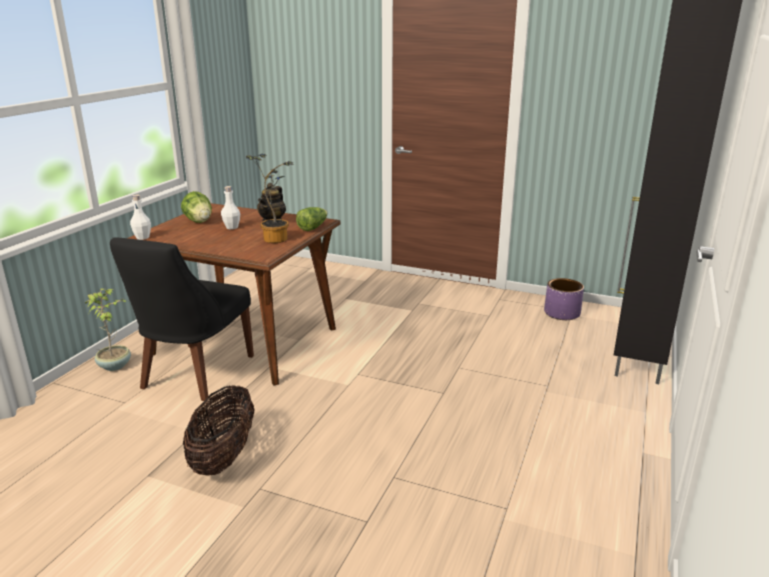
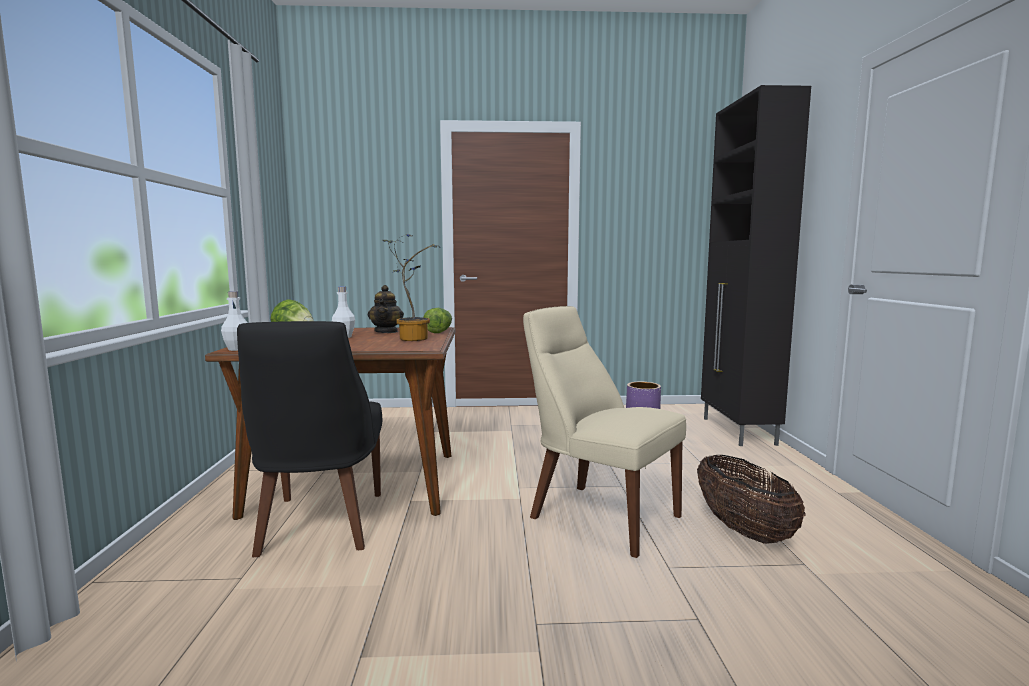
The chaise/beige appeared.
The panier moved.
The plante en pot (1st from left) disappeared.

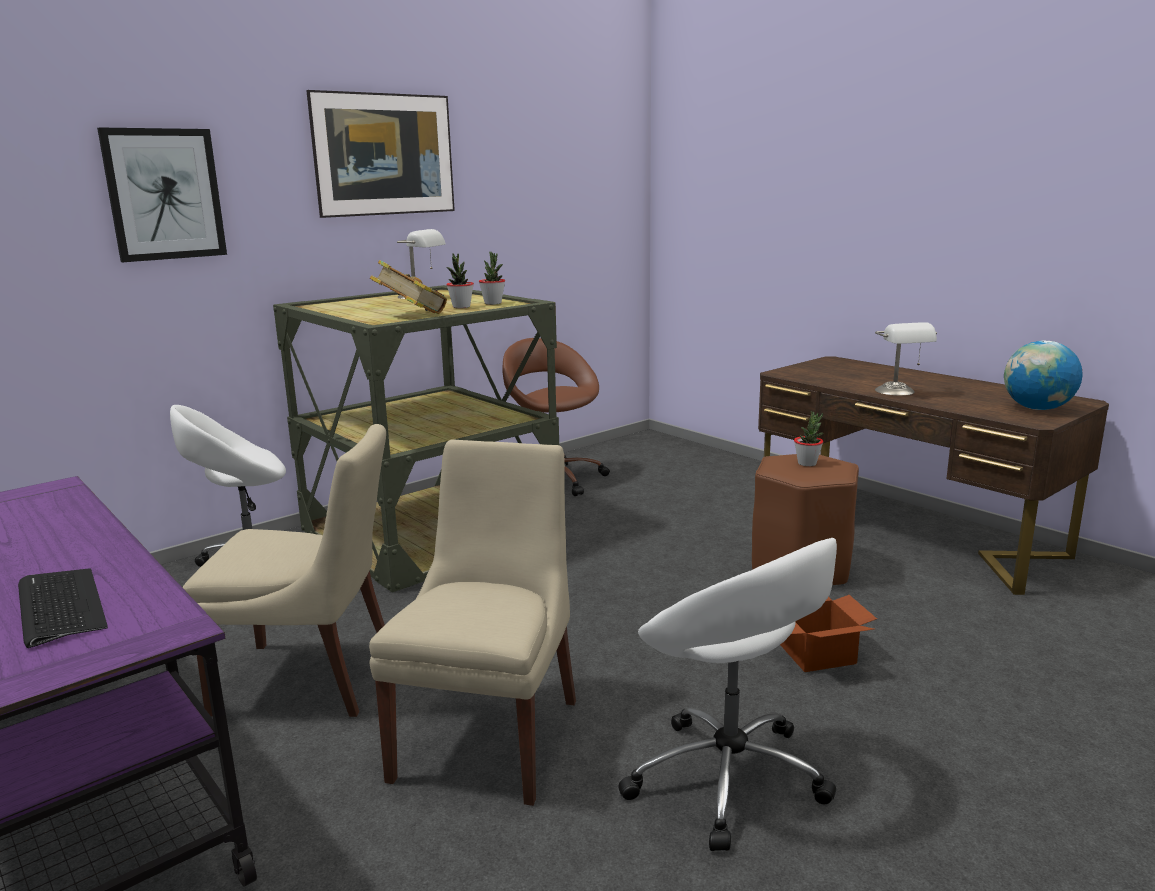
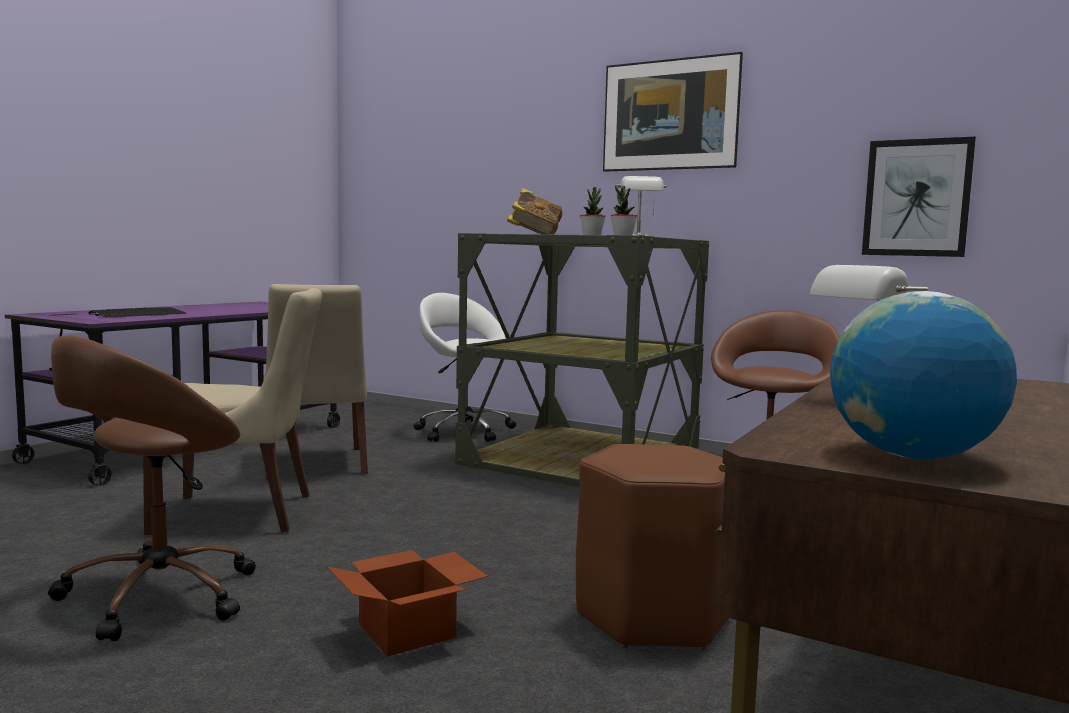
The chaise de bureau/blanc (2nd from left) became the chaise de bureau/marron (1st from left).
The tableau (1st from left in the first image) moved.
The plante en pot (3rd from left) disappeared.

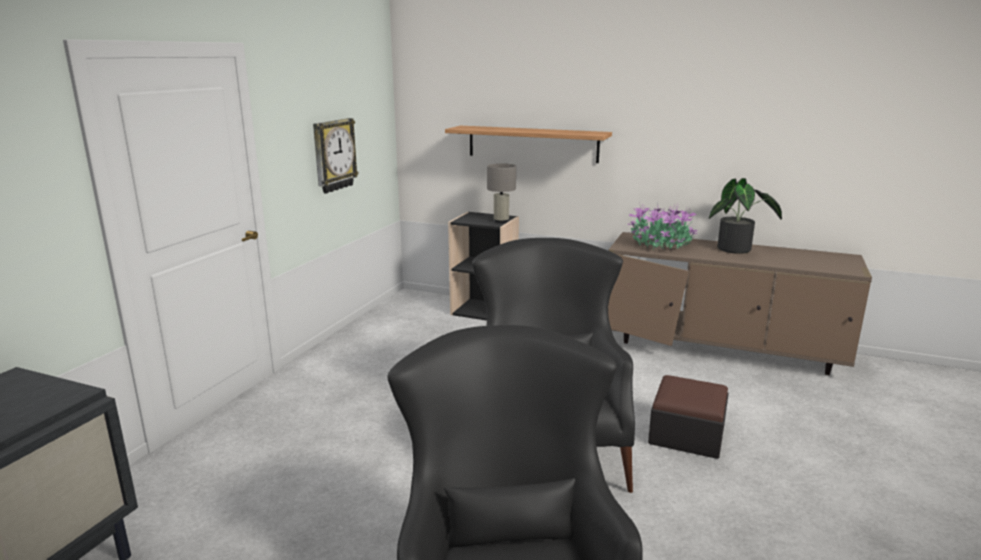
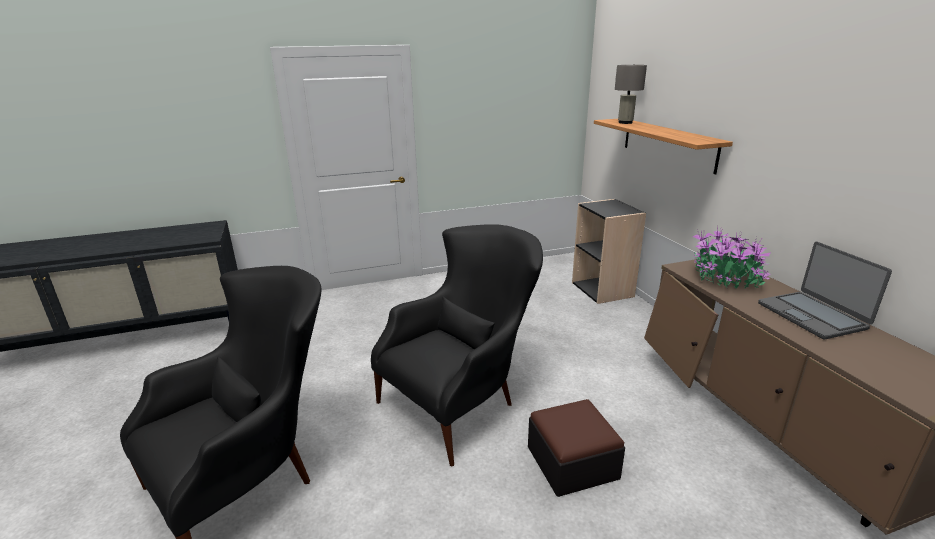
The lampe de table/gris moved.
The plante en pot (2nd from left) was replaced by the ordinateur portable.
The horloge murale disappeared.

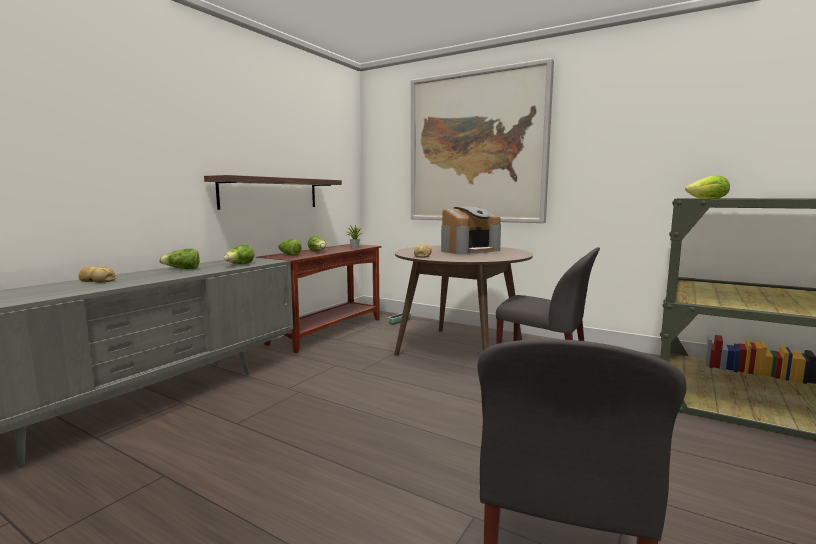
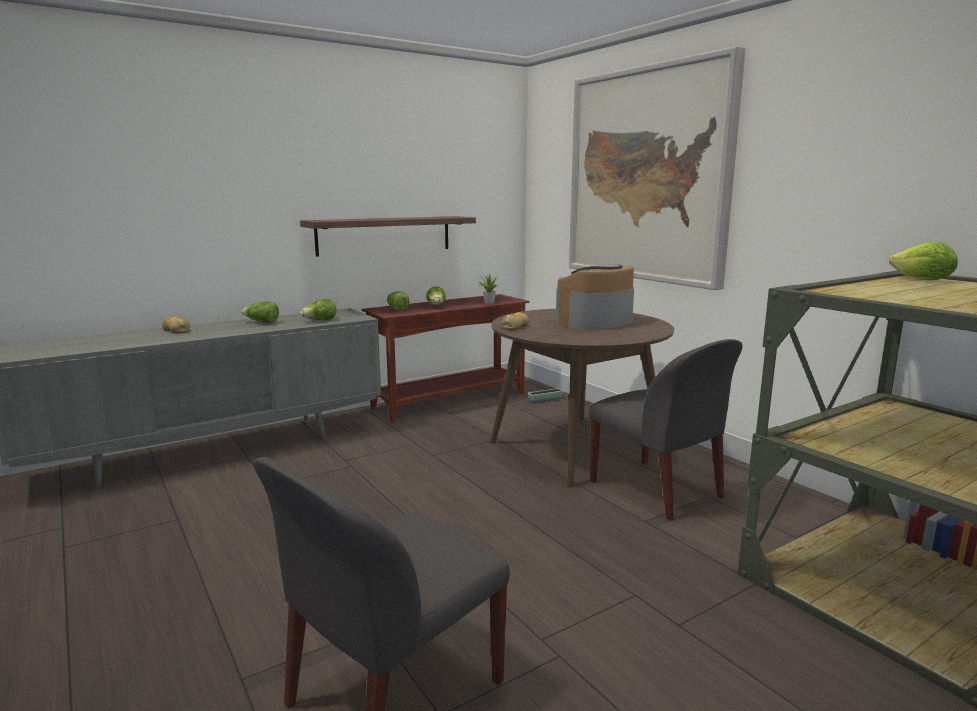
The machine à café turned 150 degrees clockwise.

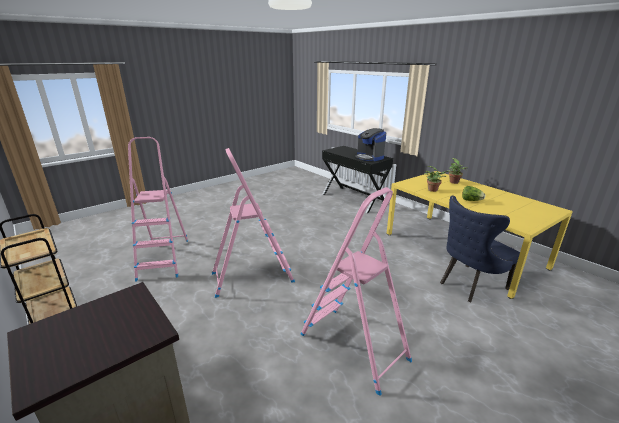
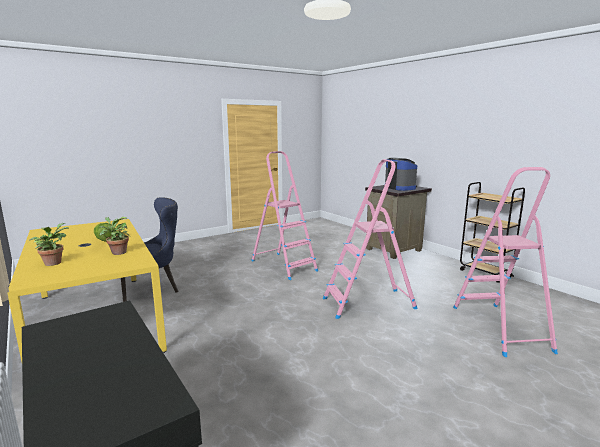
The machine à café moved.

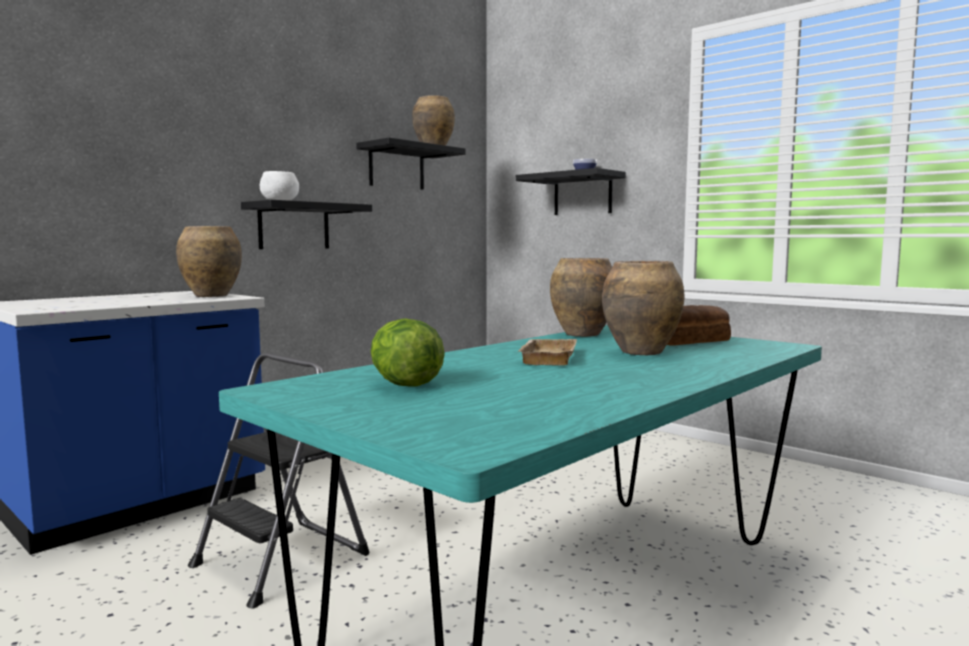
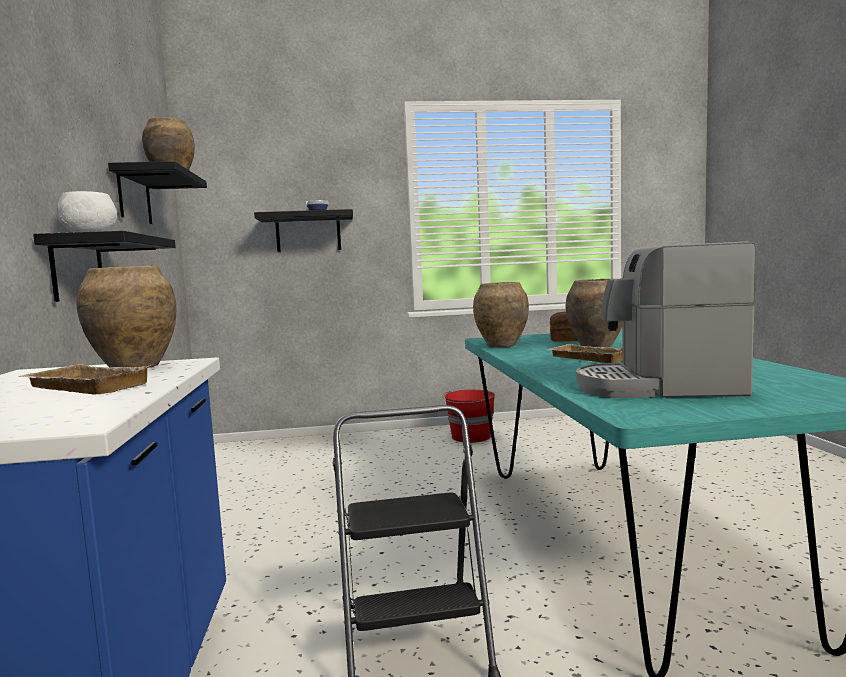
The plateau/beige (1st from left) appeared.
The seau/rouge appeared.
The laitue was replaced by the machine à café.

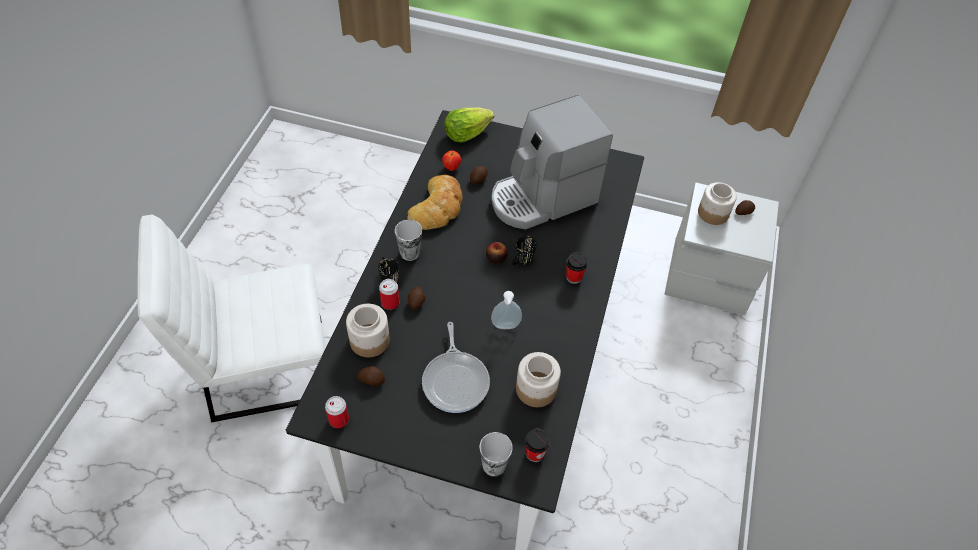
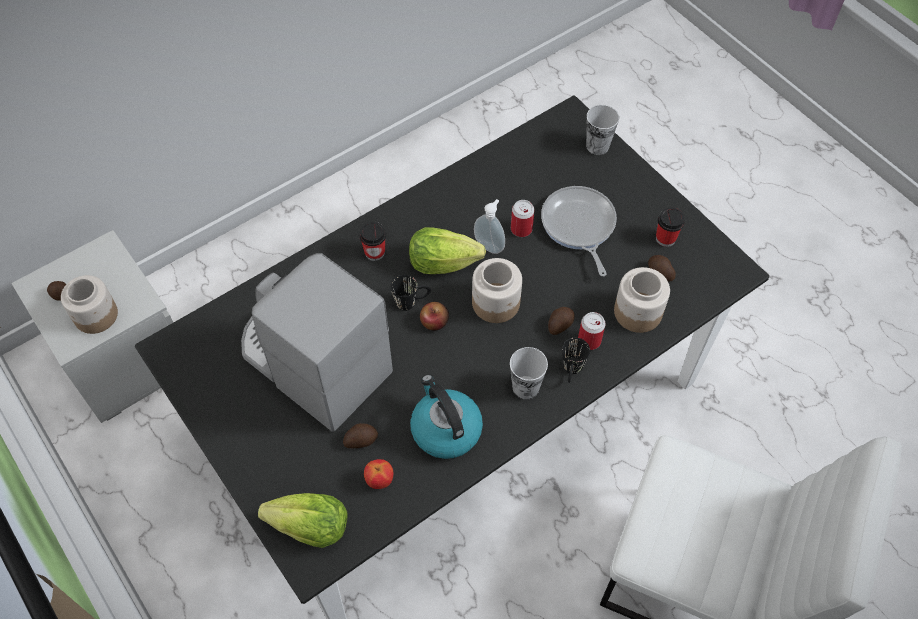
The machine à café turned 150 degrees counterclockwise.
The laitue (2nd from left) appeared.
The pain was replaced by the bouilloire.
The bocal (2nd from left) moved.
The boîte métallique (1st from left) moved.
The poêle turned 45 degrees counterclockwise.
The tasse (3rd from left in the first image) moved.

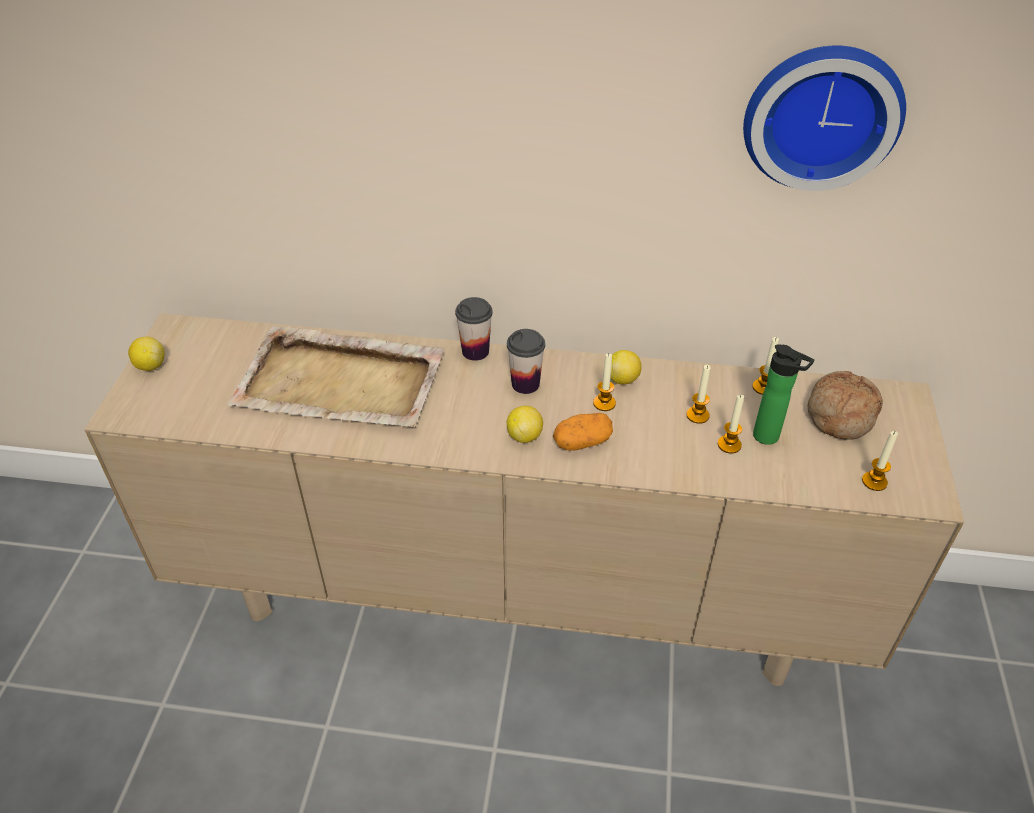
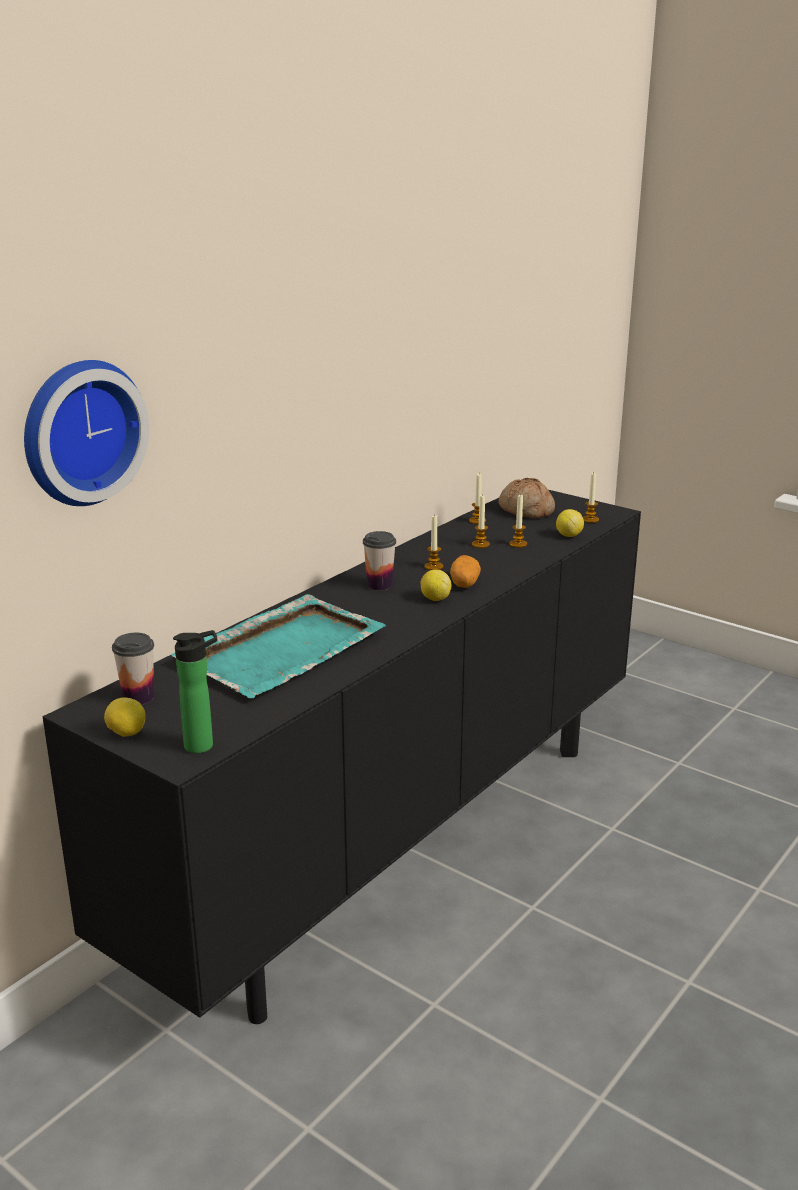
The horloge murale moved.
The meuble de rangement/beige became the meuble de rangement/noir.
The tasse (1st from left) moved.
The plateau/beige became the plateau/turquoise.
The bouteille moved.
The citron (3rd from left) moved.

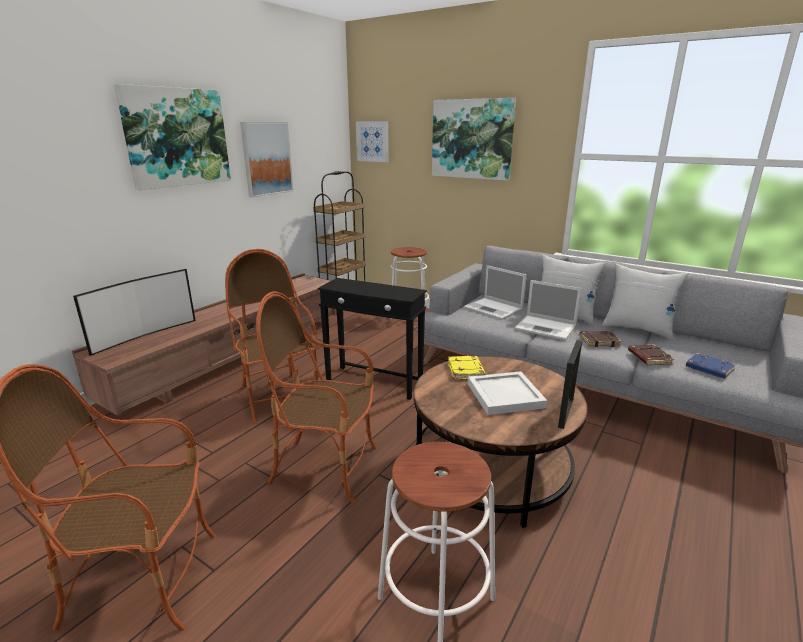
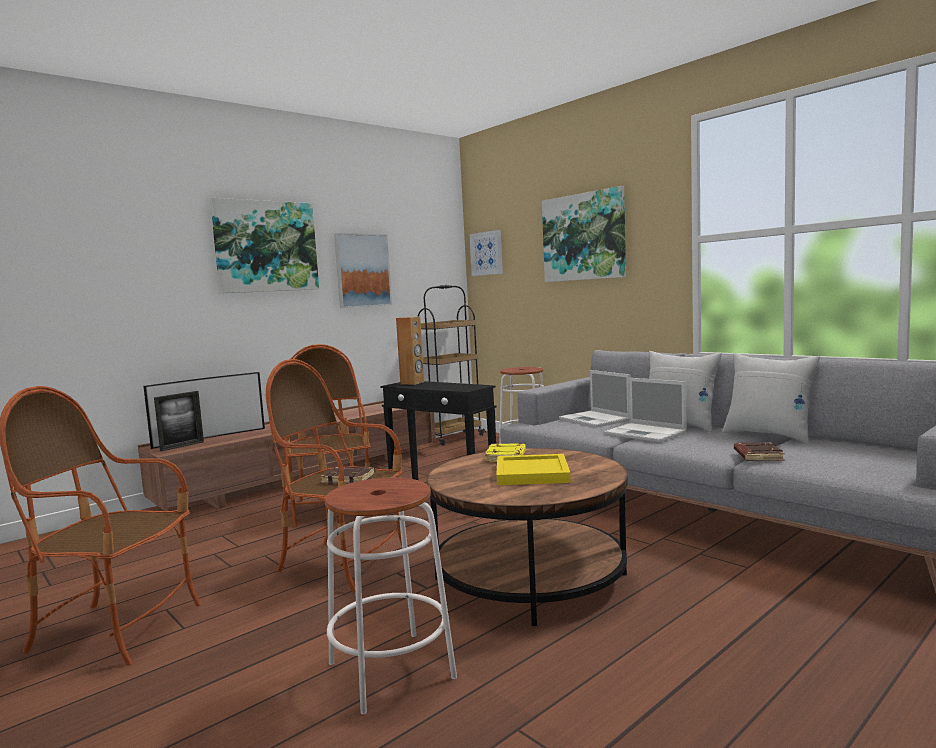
The cadre photo moved.
The livre/marron (1st from left) moved.
The enceinte/marron appeared.
The plateau/blanc became the plateau/jaune.
The livre/bleu disappeared.

